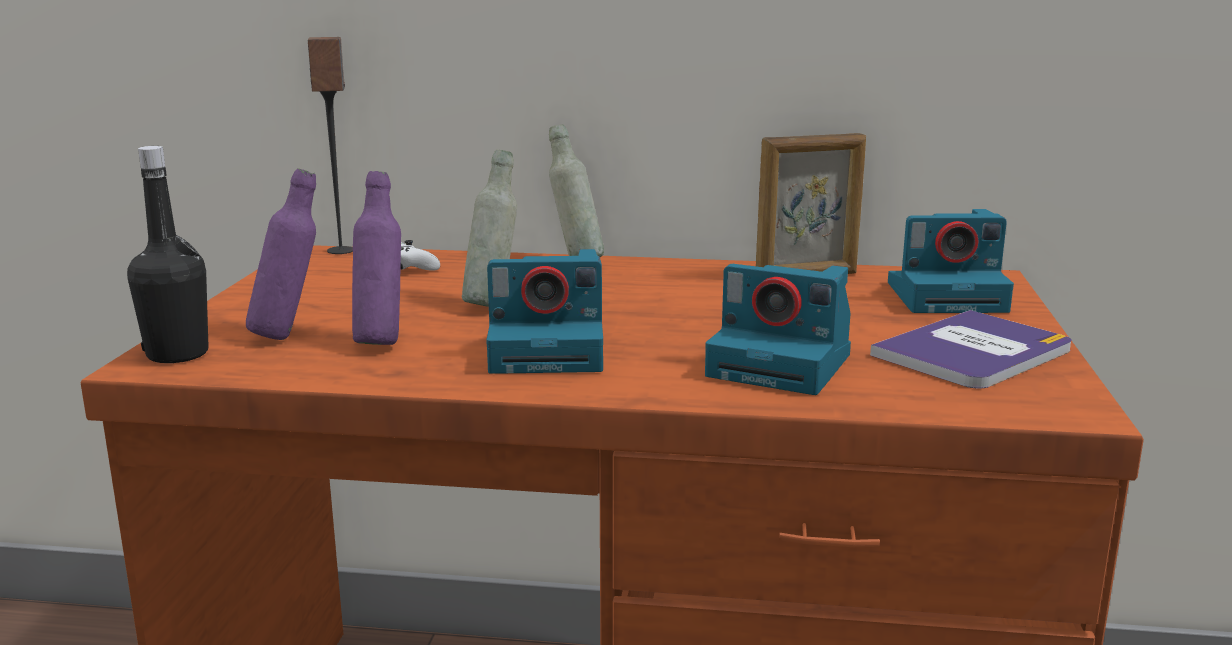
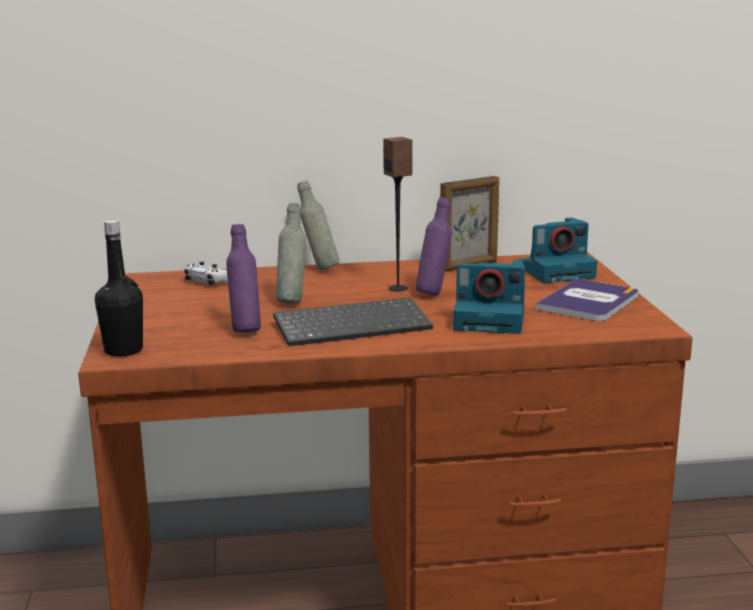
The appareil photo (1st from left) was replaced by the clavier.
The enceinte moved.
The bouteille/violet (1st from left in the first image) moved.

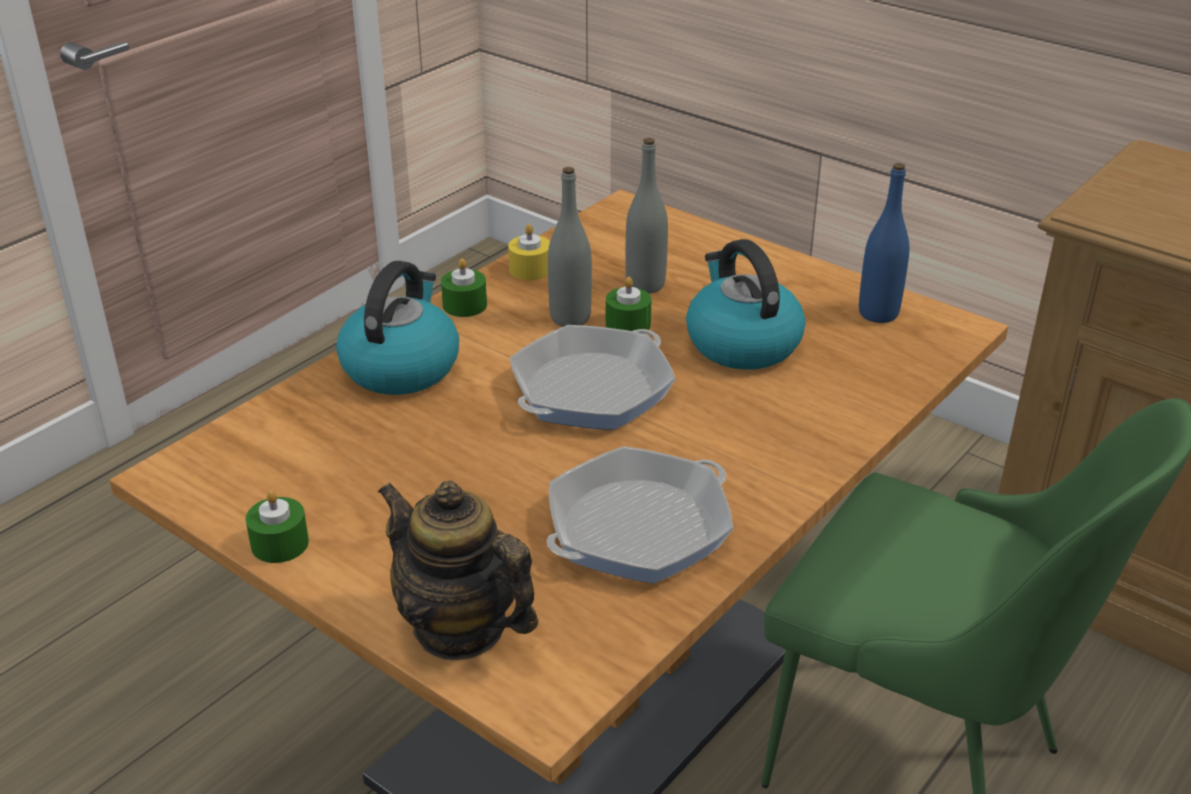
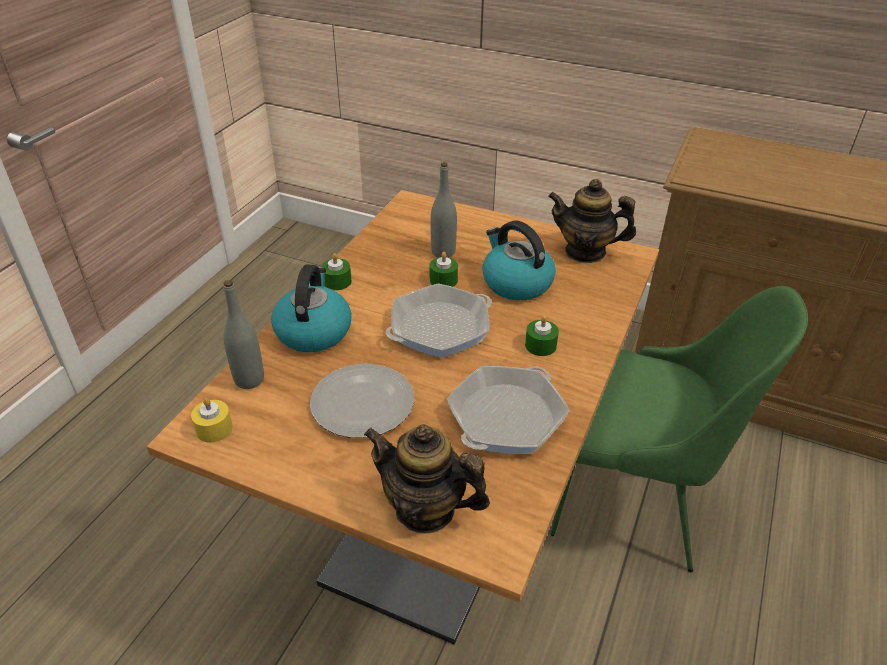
The bougie/jaune moved.
The bouteille/gris (1st from left) moved.
The assiette appeared.
The poêle (1st from left) turned 150 degrees counterclockwise.
The bougie/vert (1st from left in the first image) moved.
The bouteille/bleu was replaced by the théière (2nd from left).

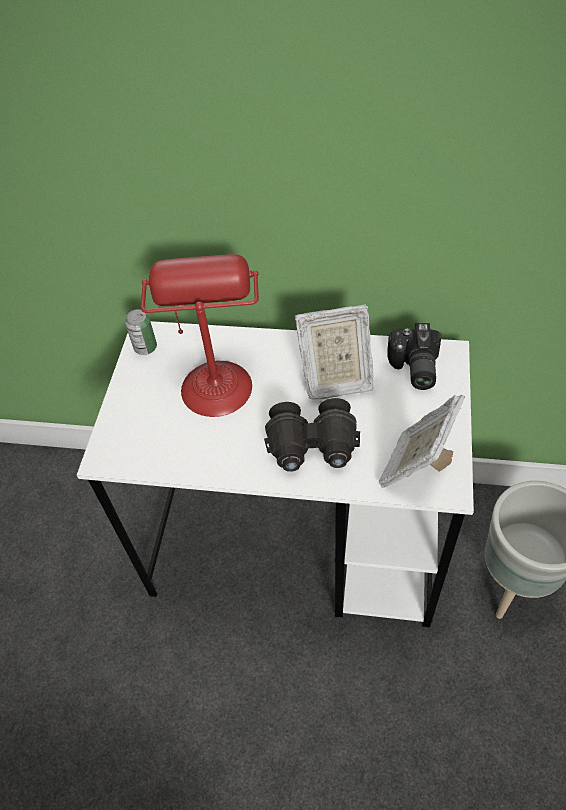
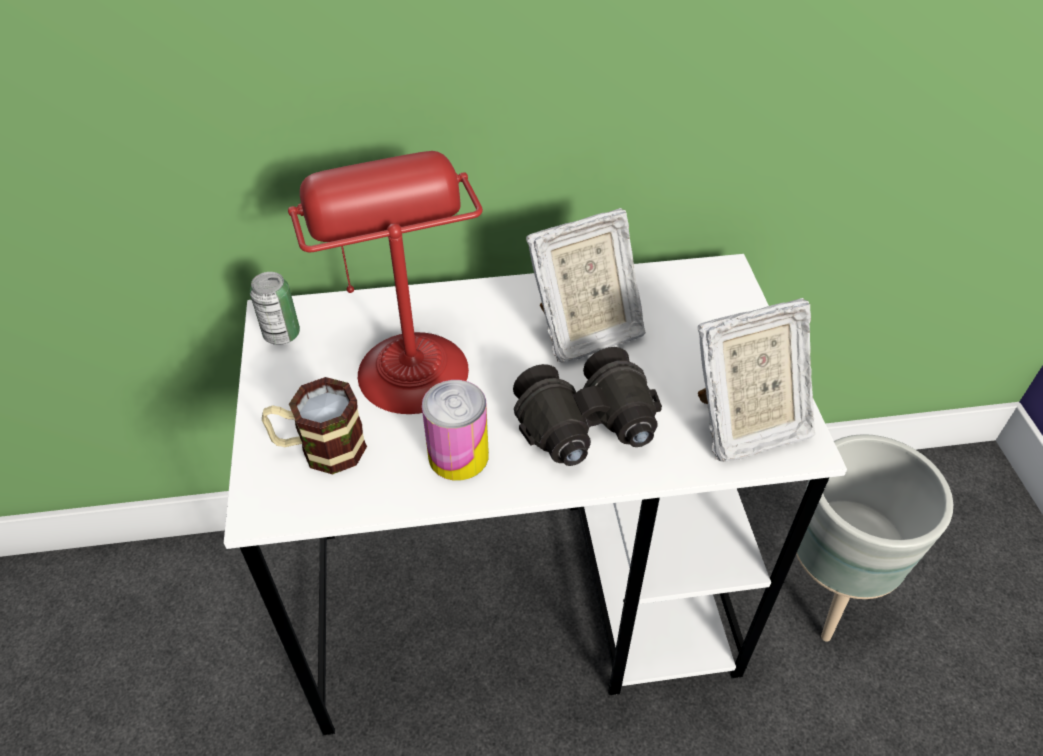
The mug appeared.
The boîte métallique (2nd from left) appeared.
The cadre photo (2nd from left) turned 120 degrees counterclockwise.
The appareil photo disappeared.

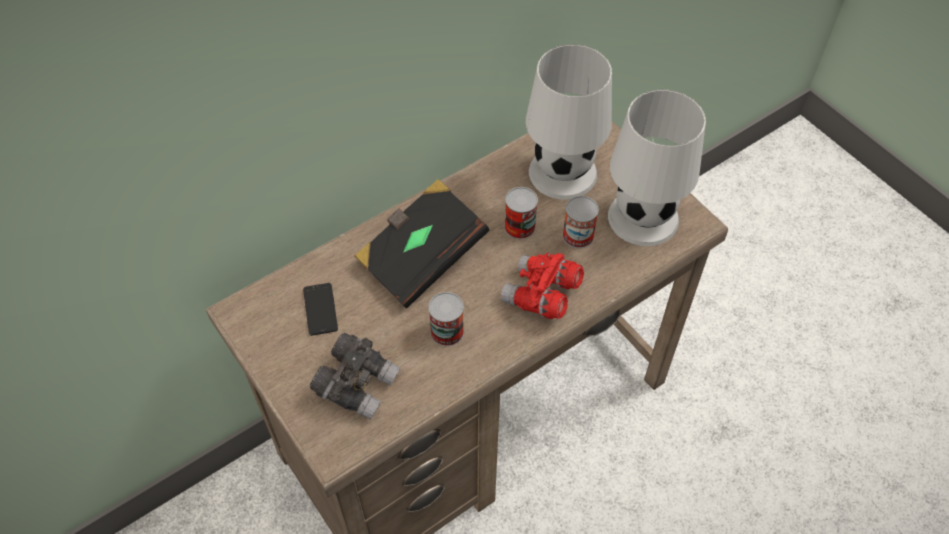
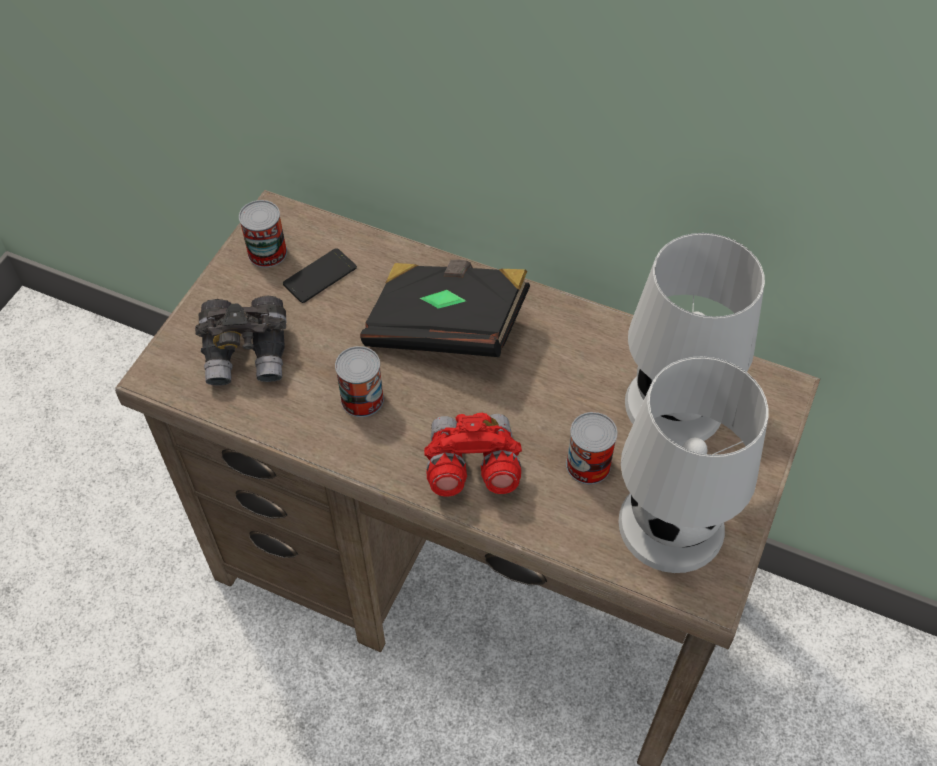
The boîte métallique (2nd from left in the first image) moved.

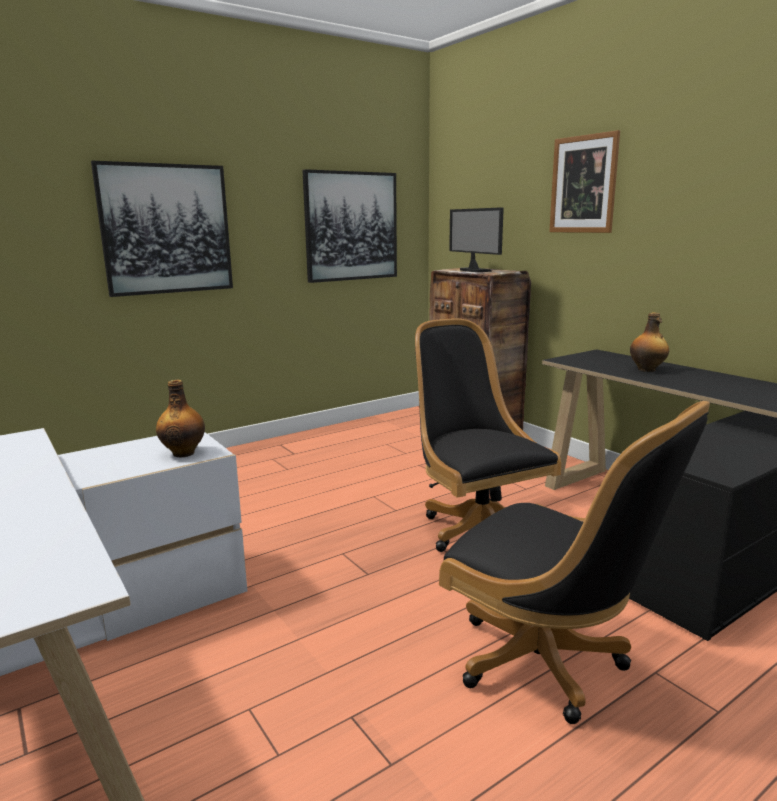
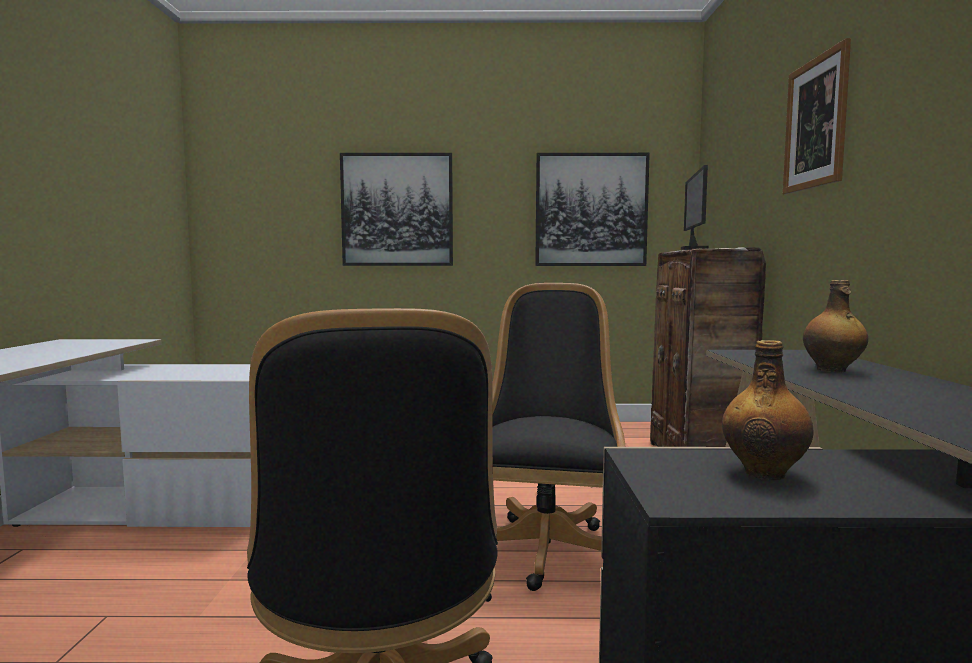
The bouteille (1st from left) moved.

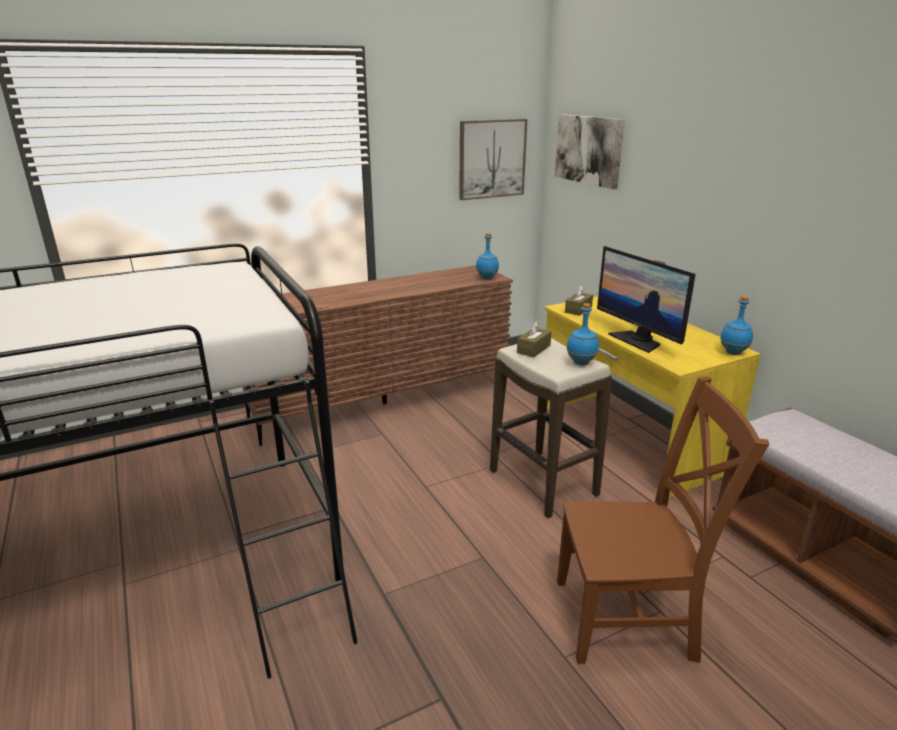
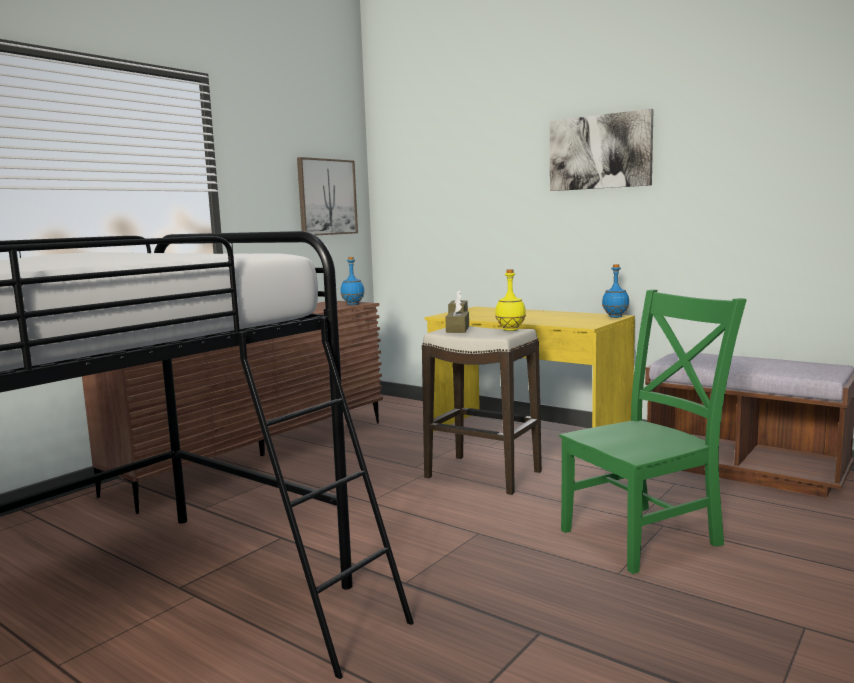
The bouteille/bleu (2nd from left) became the bouteille/jaune.
The tableau (2nd from left) moved.
The chaise/marron became the chaise/vert.
The écran d'ordinateur disappeared.

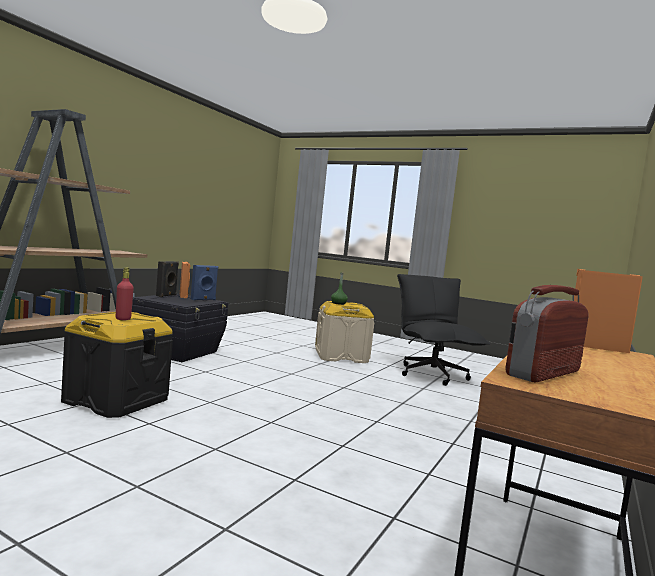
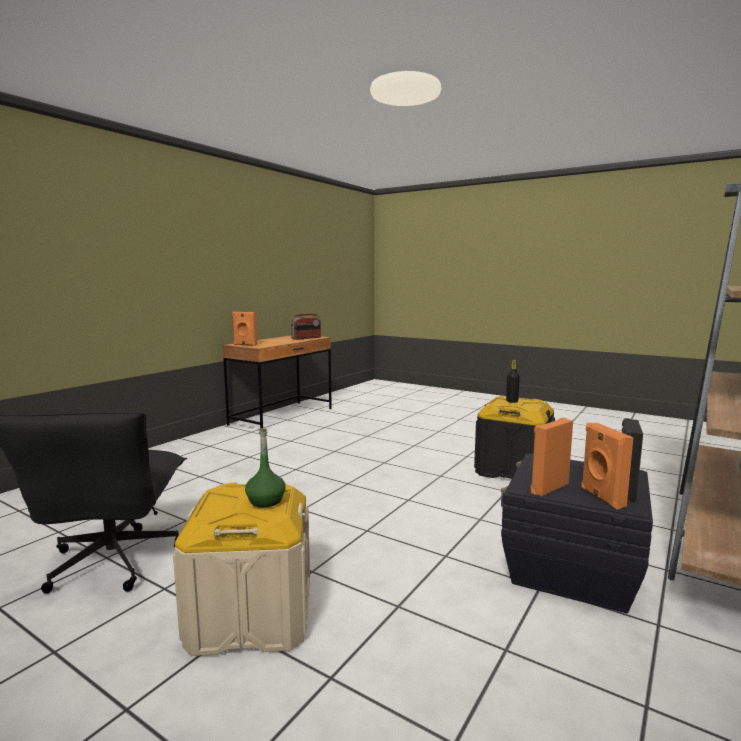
The bouteille/rouge became the bouteille/noir.
The enceinte/bleu became the enceinte/orange (2nd from left).

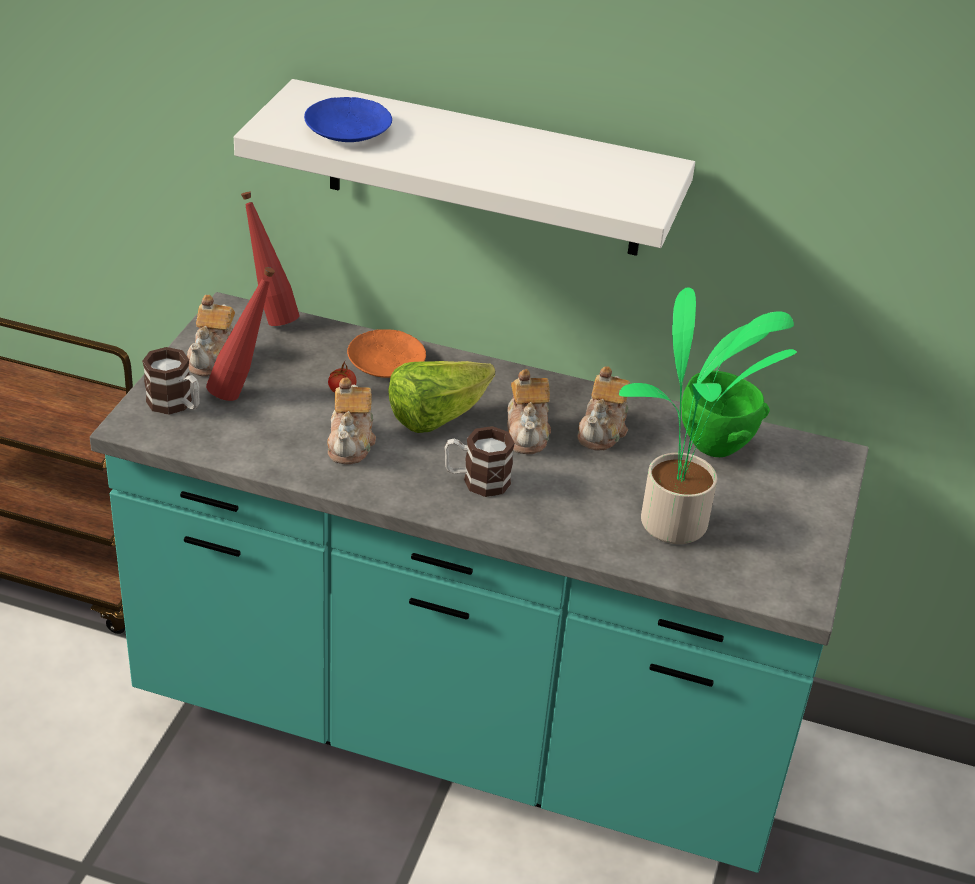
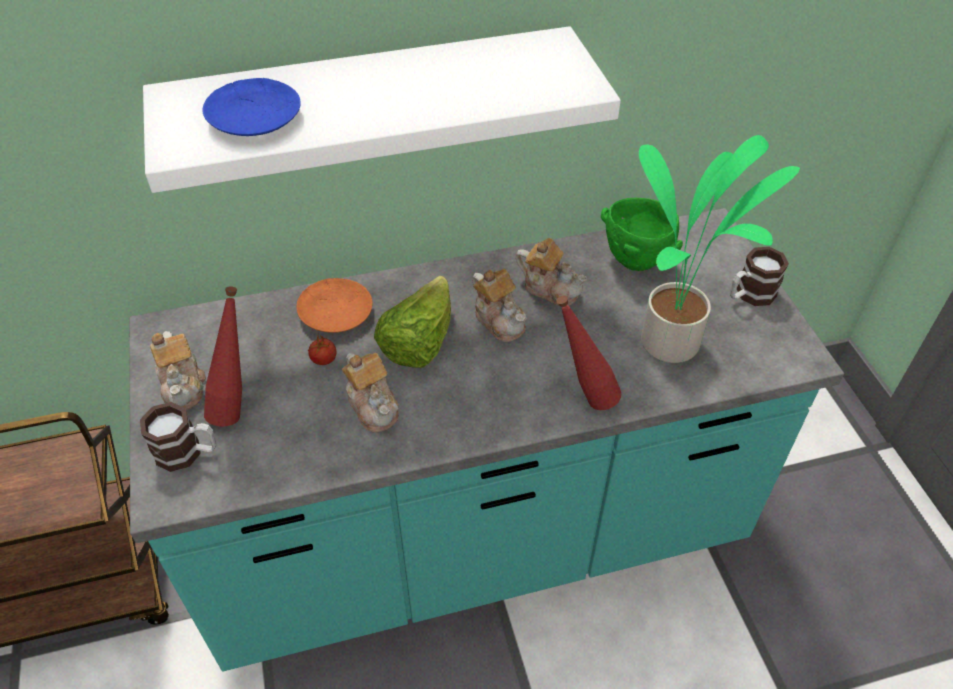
The théière (4th from left) turned 45 degrees counterclockwise.
The bouteille/rouge (2nd from left) moved.
The mug (2nd from left) moved.

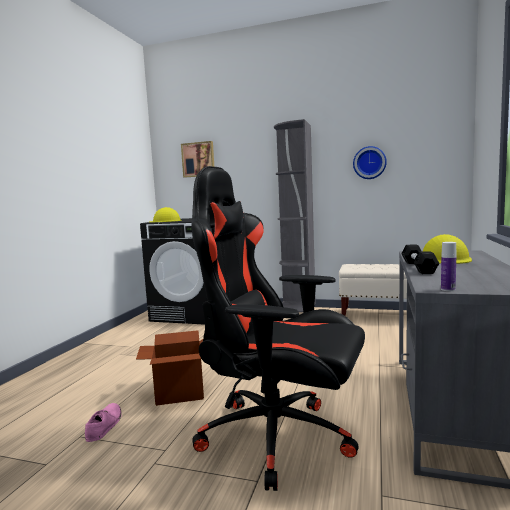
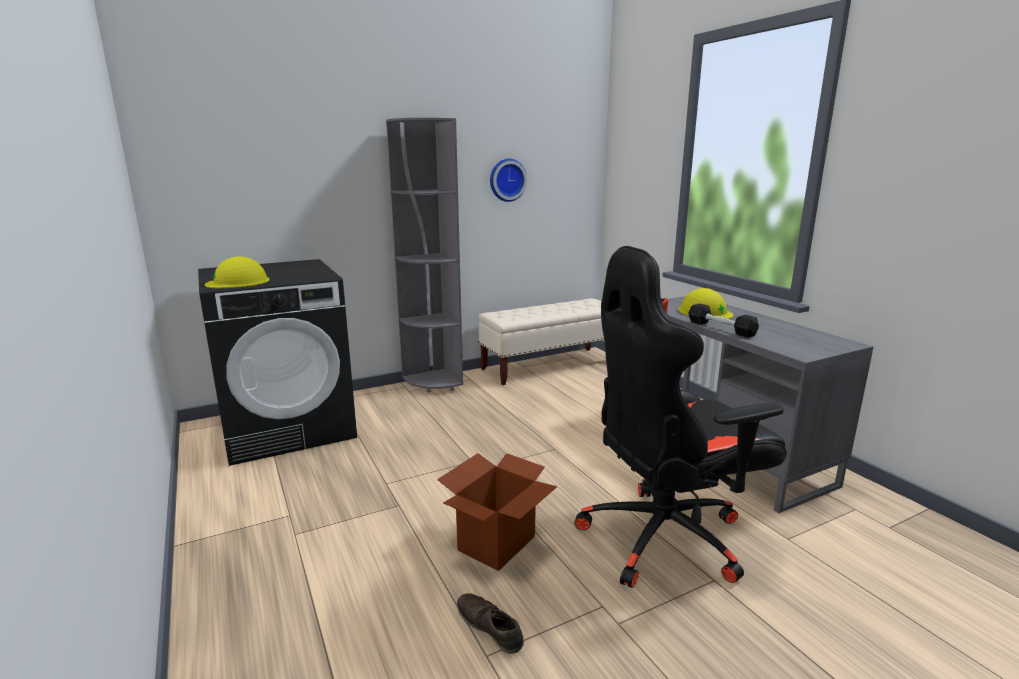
The chaussure/rose became the chaussure/marron.
The tableau disappeared.
The bouteille disappeared.

